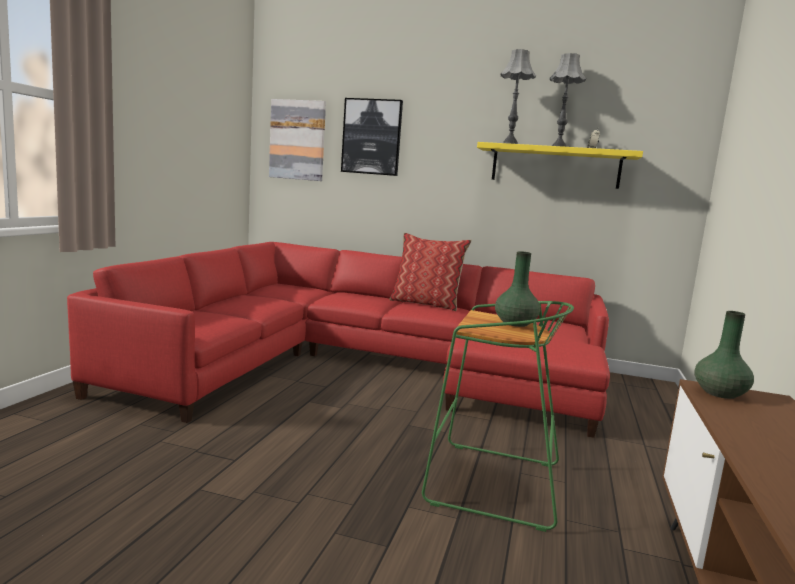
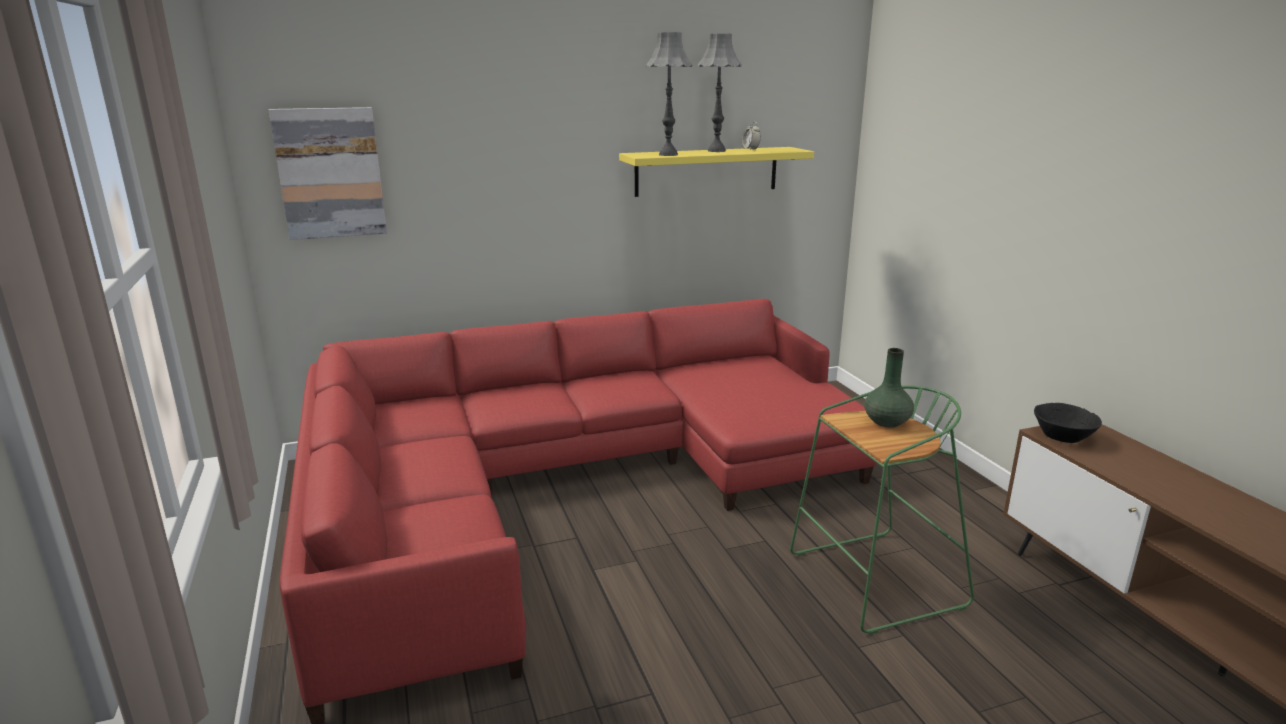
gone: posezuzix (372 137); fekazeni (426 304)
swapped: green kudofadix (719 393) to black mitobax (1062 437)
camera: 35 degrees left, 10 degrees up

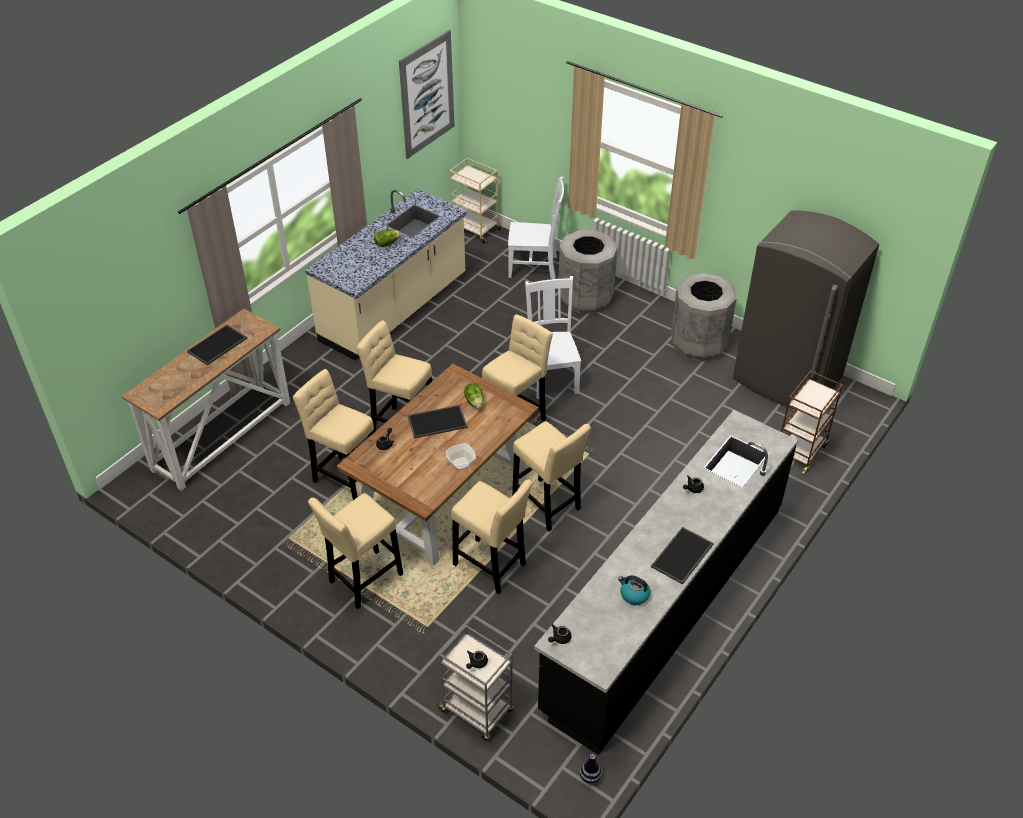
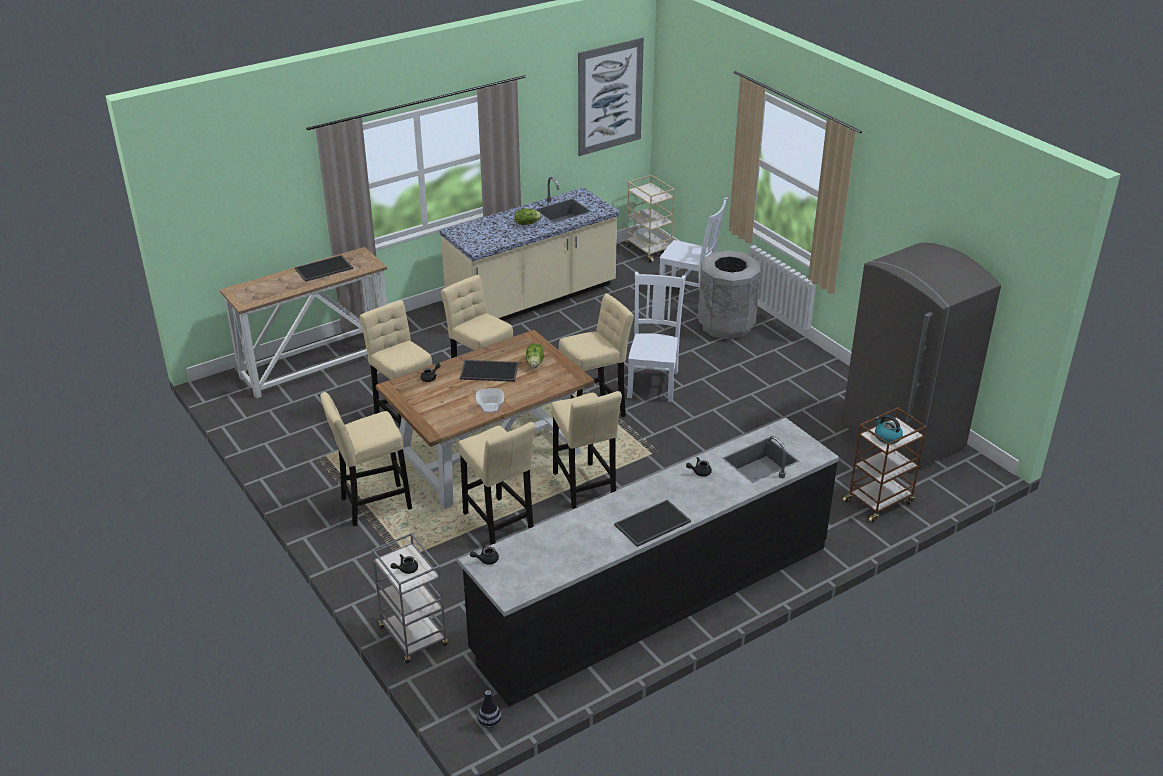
gone: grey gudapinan (698 344)
shifted: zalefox (634 595) to (887 437)
camera: 20 degrees right, 10 degrees down

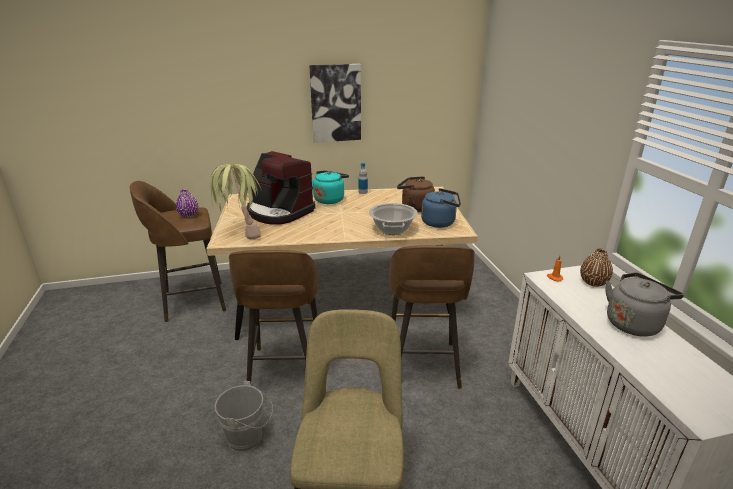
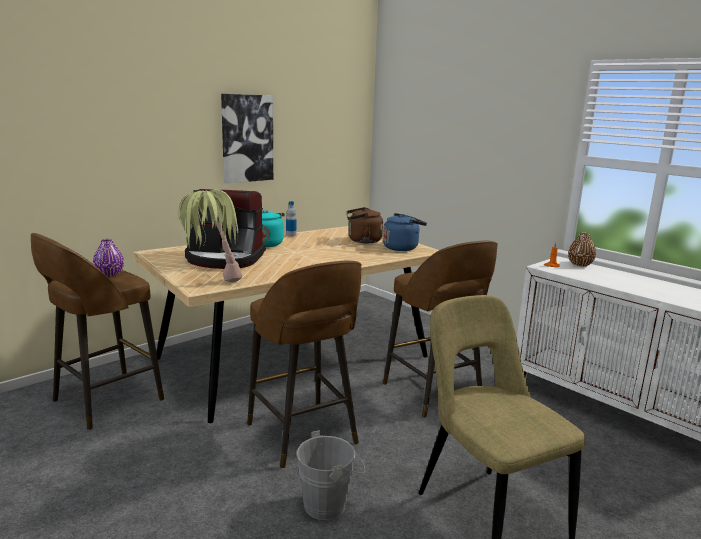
gone: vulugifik (392 229); grey zalefox (634 323)
camera: 30 degrees left, 10 degrees down

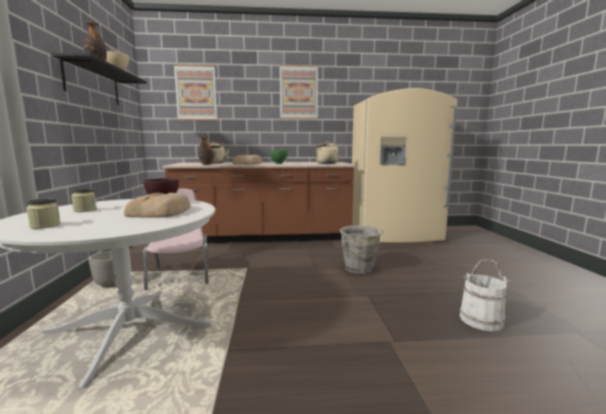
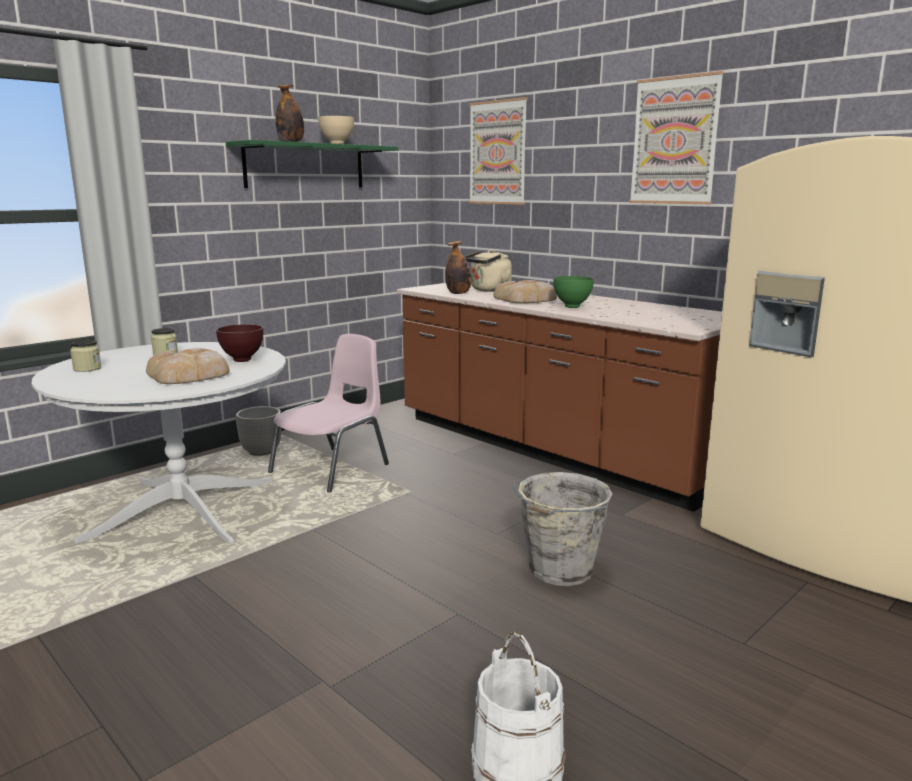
gone: beige zalefox (325 163)
repainted: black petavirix (93 84) to green petavirix (305 166)
camera: 50 degrees right, 5 degrees up

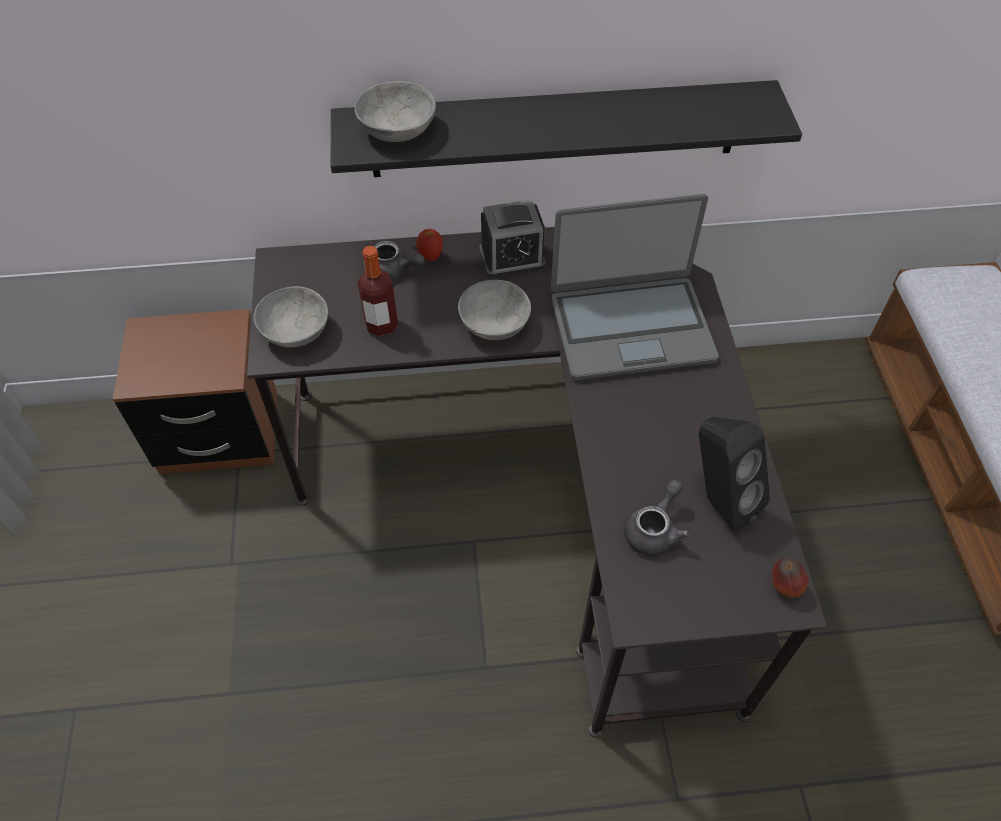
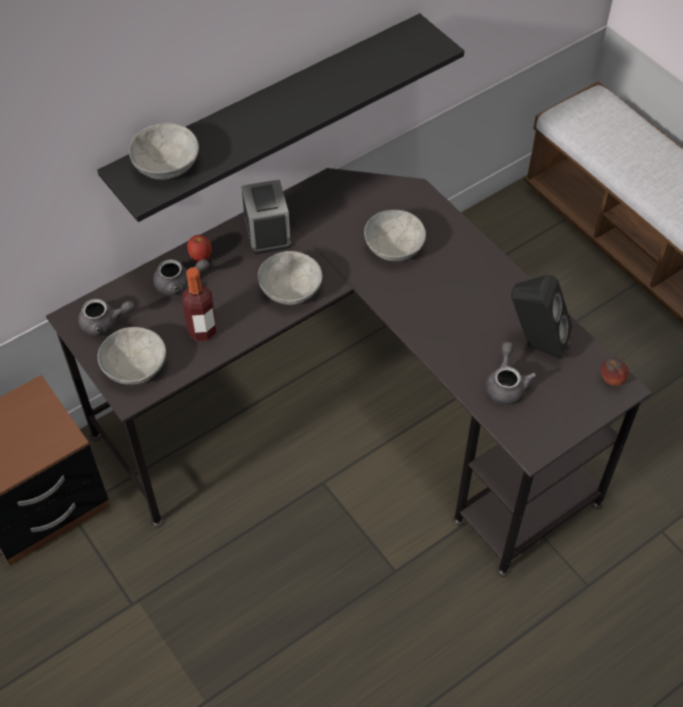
new: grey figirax (105 323)
swapped: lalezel (630 327) to grey mitobax (394 246)
rotated: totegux (512 258) = (267 231) 60 degrees counterclockwise
camera: 30 degrees left, 0 degrees up

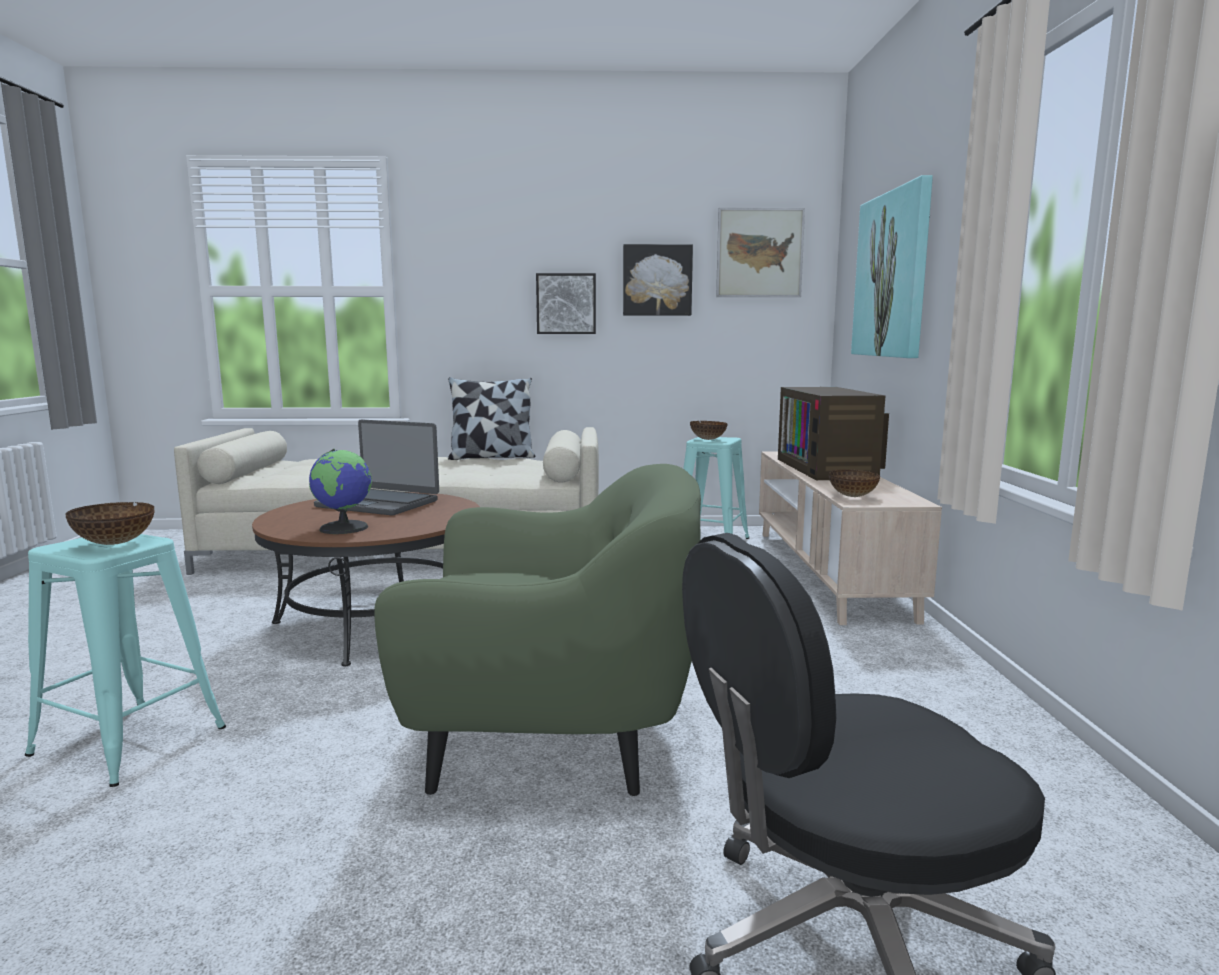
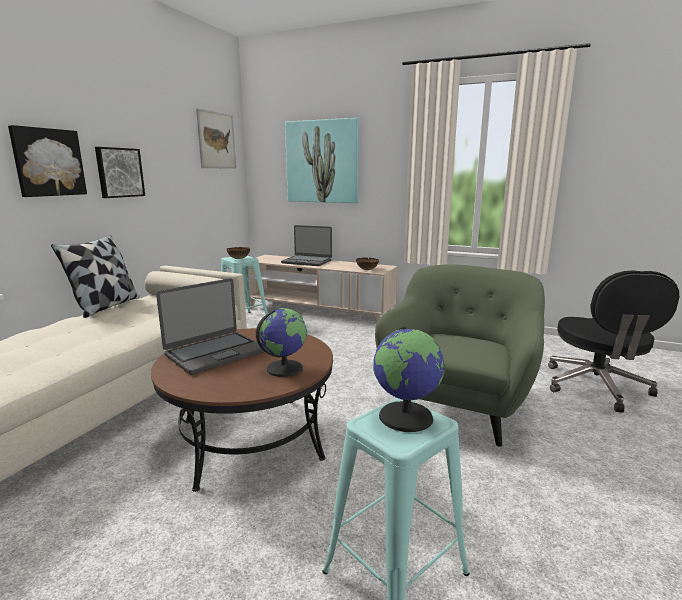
shifted: posezuzix (657 280) to (48 162)
swapped: mitobax (115 543) to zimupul (406 416); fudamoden (829 468) to lalezel (307 261)
camera: 65 degrees left, 5 degrees up

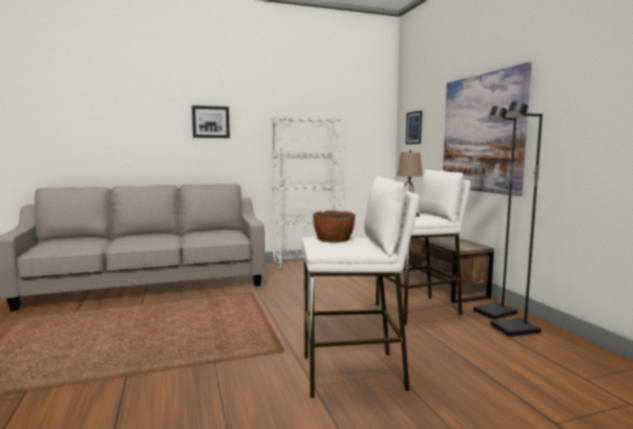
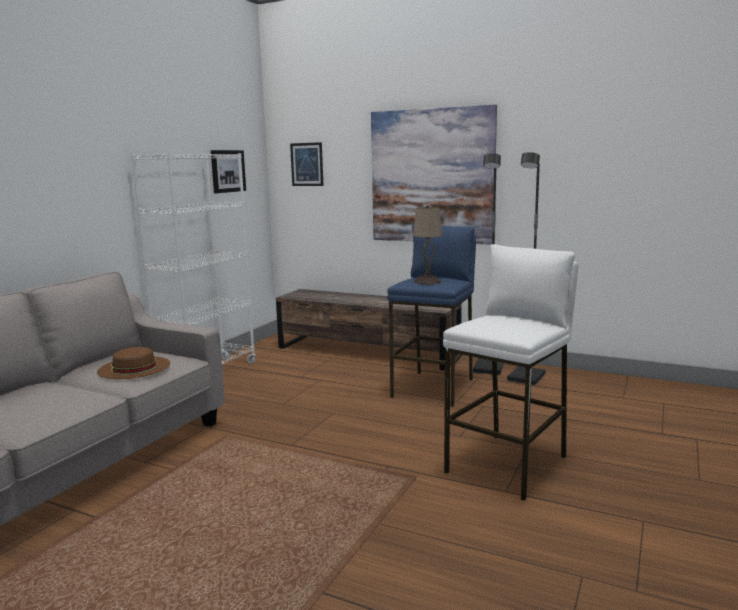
gone: brown mitobax (334 239)
new: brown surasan (134 367)
shifted: posezuzix (210 122) to (227 171)
repainted: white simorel (418 310) to blue simorel (434 388)
camera: 45 degrees left, 5 degrees up

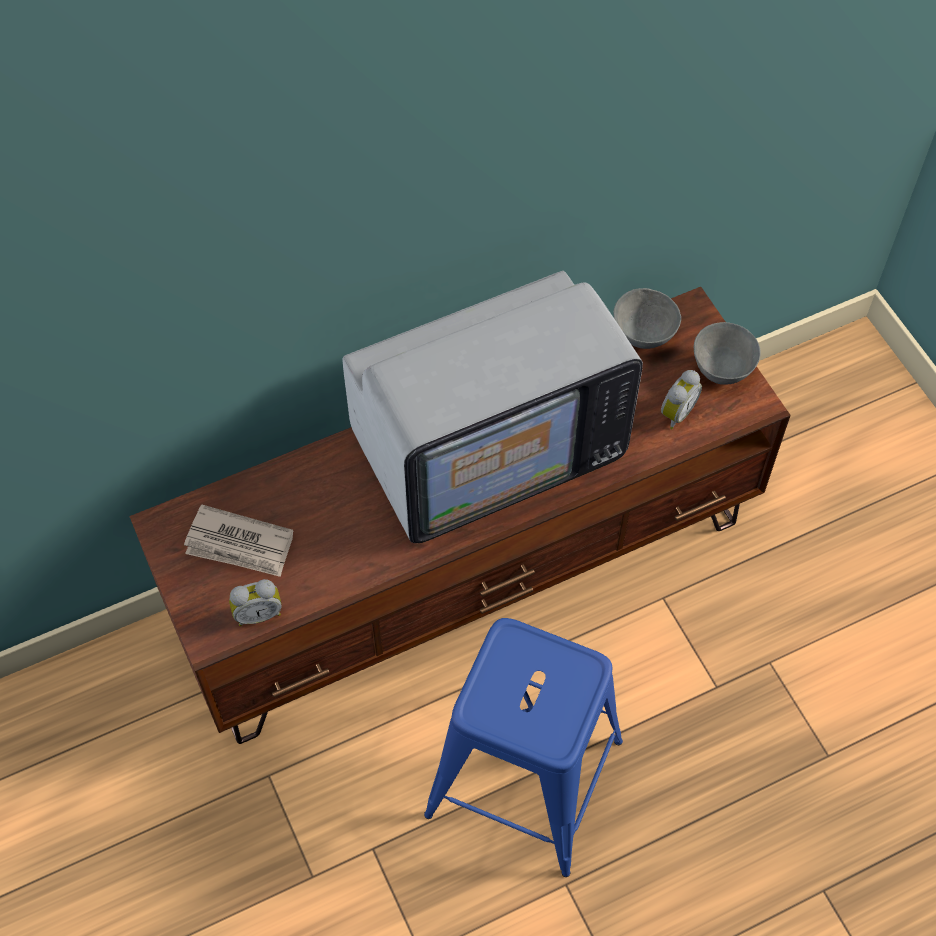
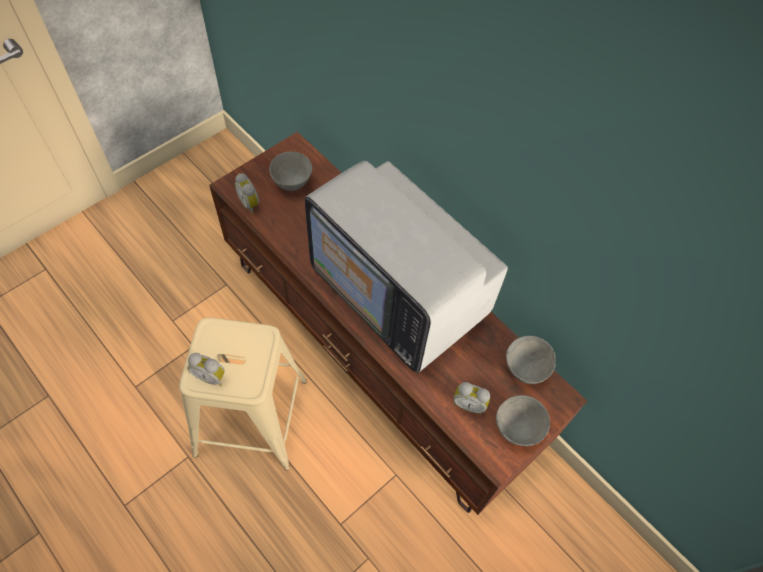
new: totegux (211 376)
swapped: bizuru (240 545) to grey mitobax (292 184)
repainted: blue simorel (525 779) to beige simorel (250 417)
camera: 70 degrees right, 0 degrees up

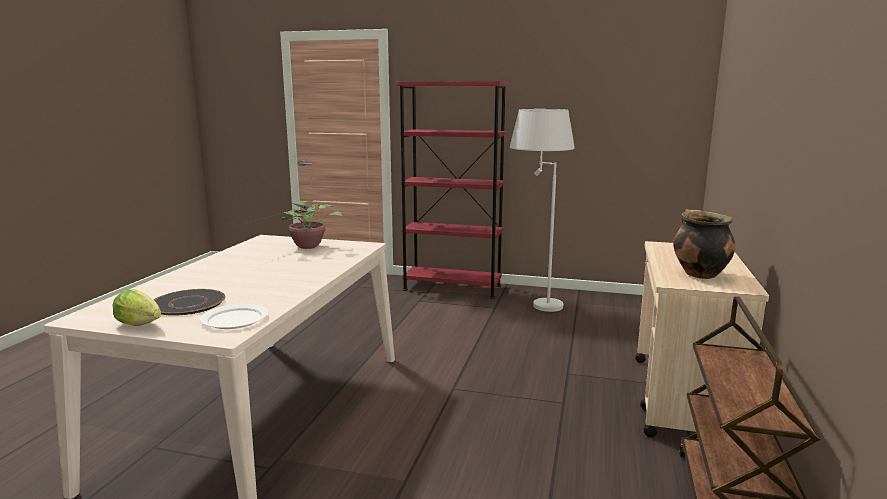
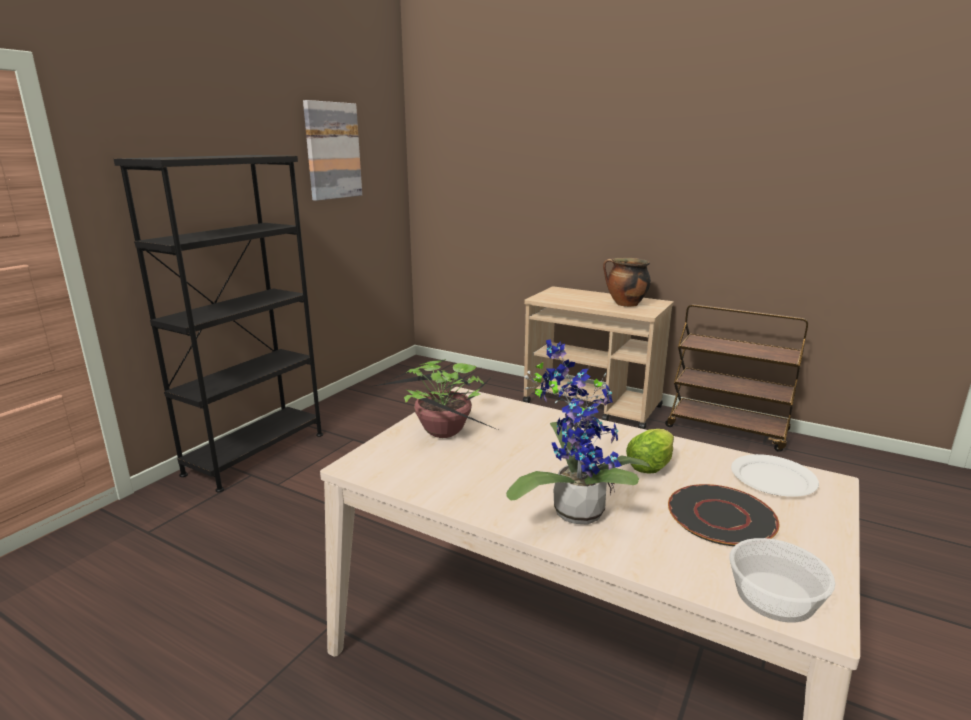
gone: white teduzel (535 302)
new: posezuzix (332 151); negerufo (573 509); mitobax (775 596)
shifted: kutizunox (141 325) to (652 465)
repainted: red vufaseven (452 288) to black vufaseven (256 453)
camera: 75 degrees left, 5 degrees up

